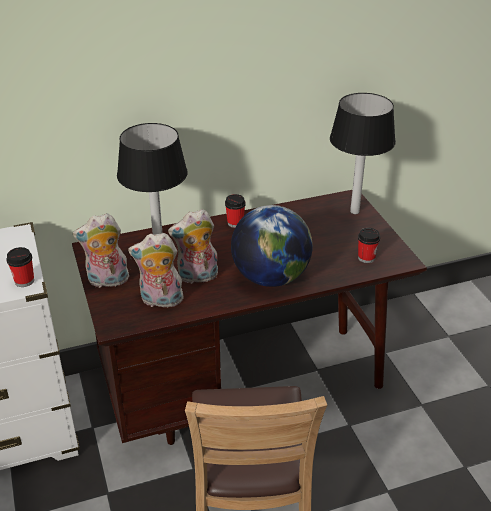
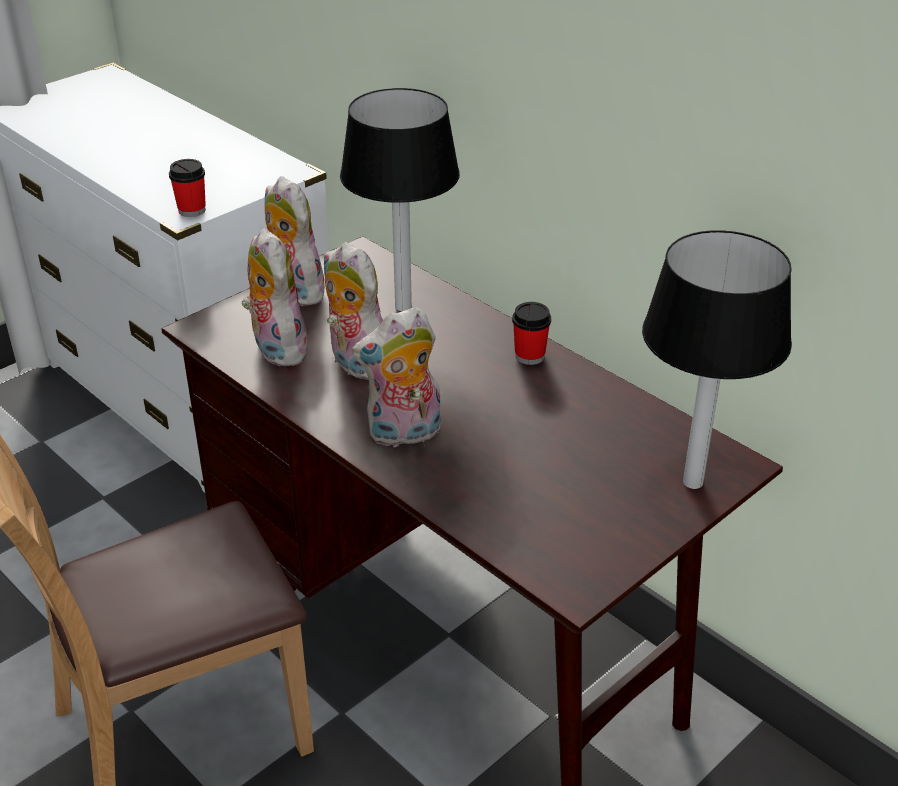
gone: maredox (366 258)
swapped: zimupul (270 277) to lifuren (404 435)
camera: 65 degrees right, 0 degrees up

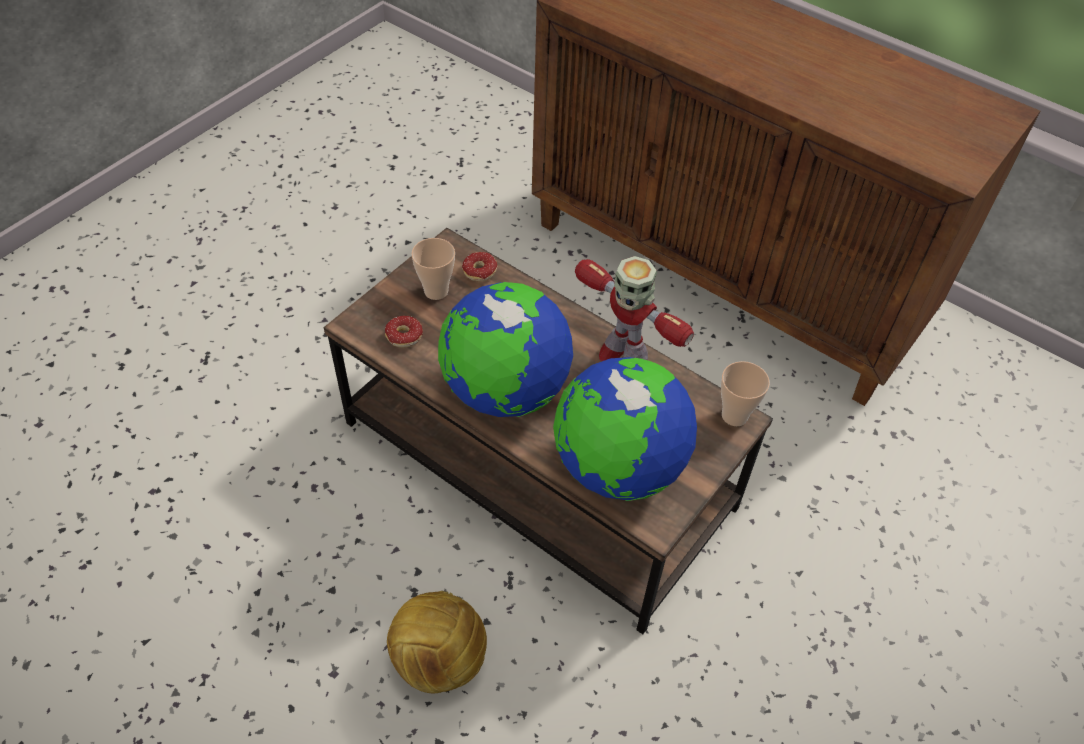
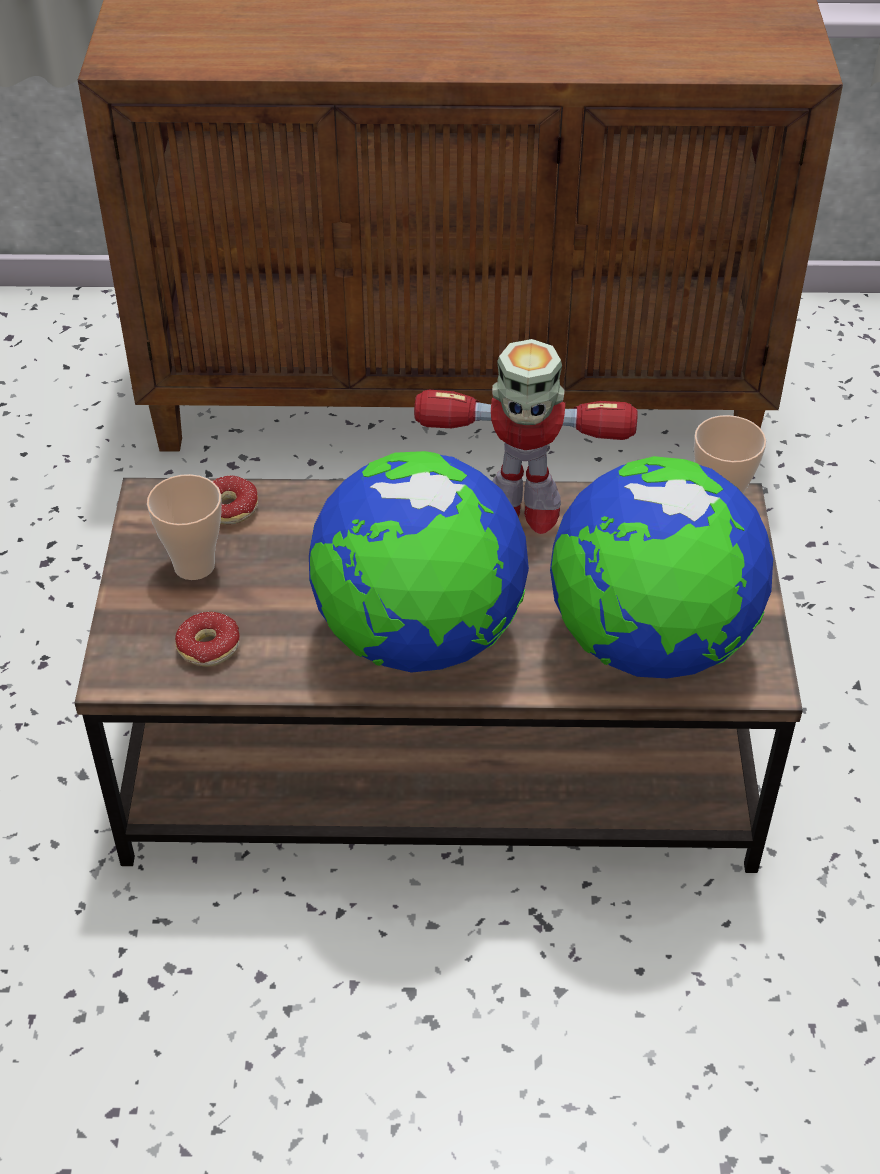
gone: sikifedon (438 660)
camera: 35 degrees left, 5 degrees down

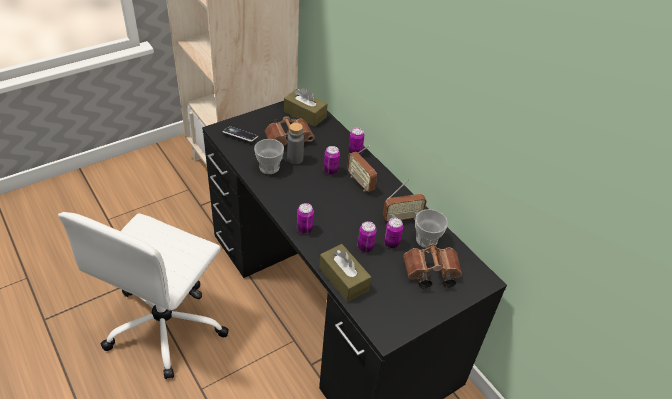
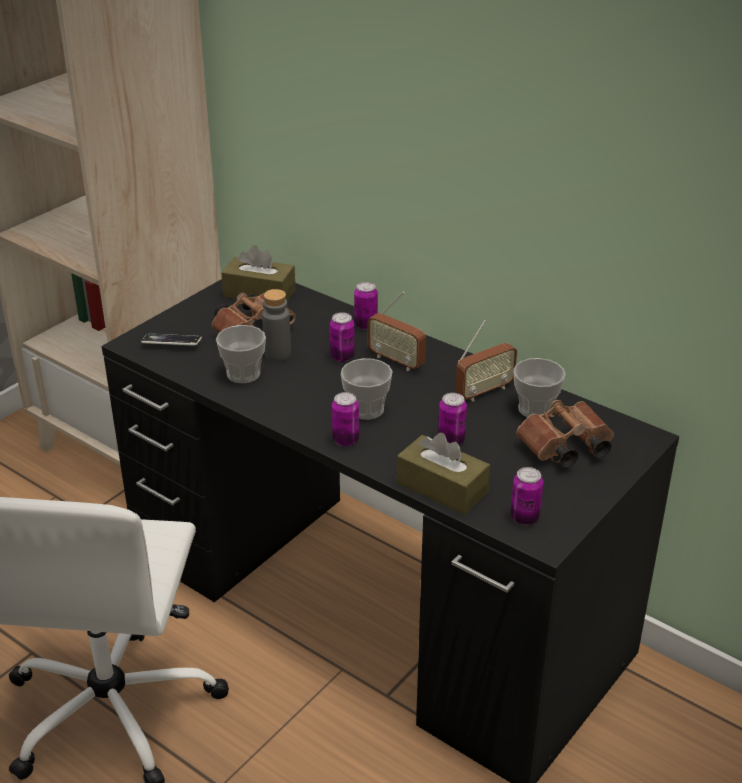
new: maredox (366 409)
shifted: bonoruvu (391 243) to (524 517)
camera: 15 degrees left, 10 degrees down

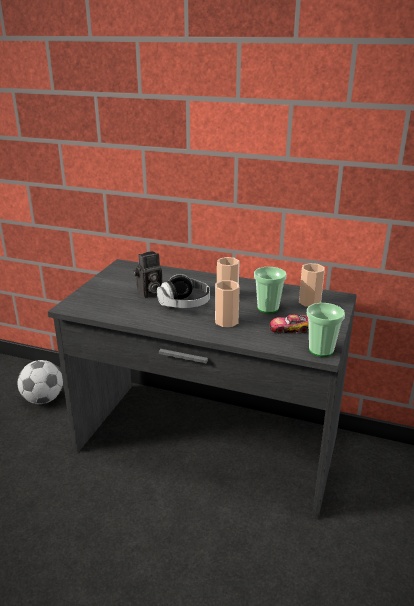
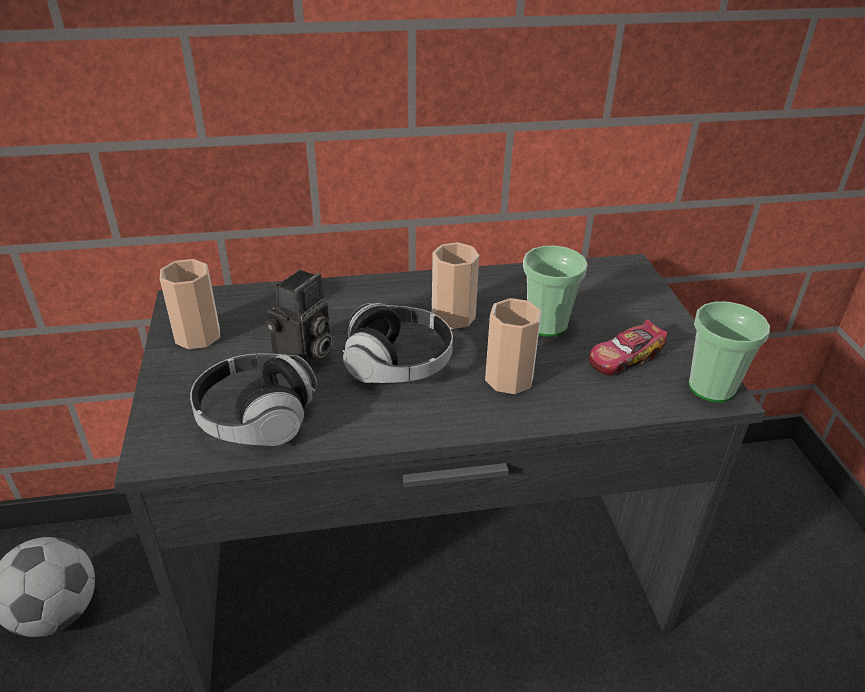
new: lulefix (256 418)
shifted: maredox (309 302) to (198 336)
camera: 30 degrees left, 10 degrees up

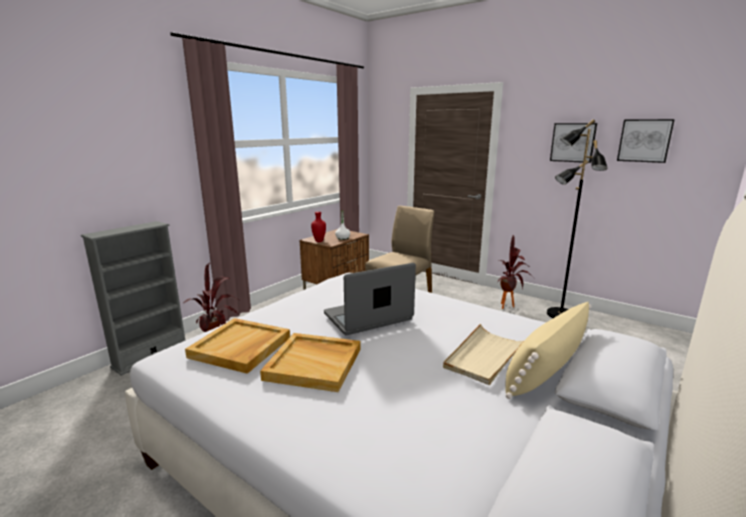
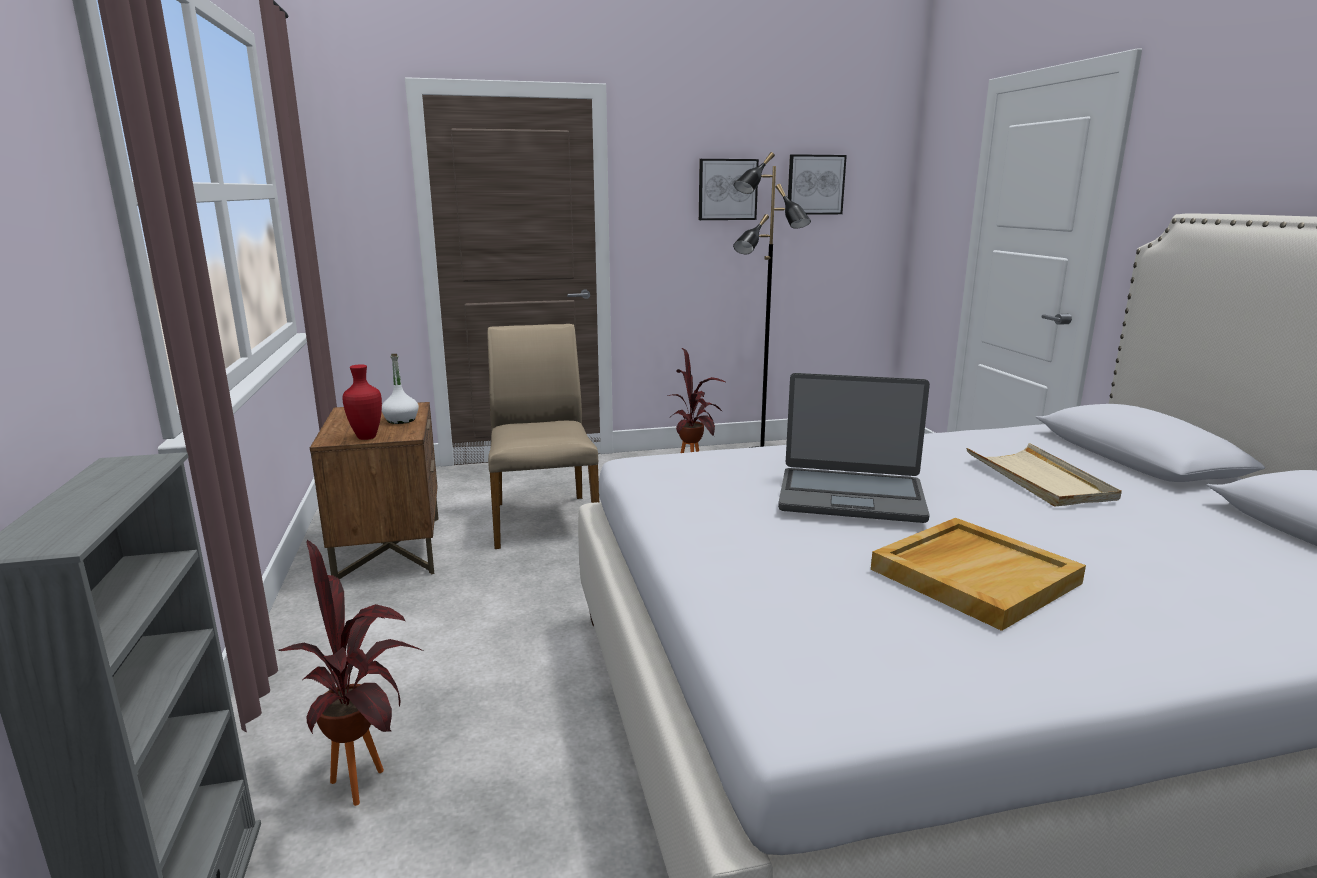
gone: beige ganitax (240 348); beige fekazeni (544 370)
rotated: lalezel (368 317) = (851 496) 90 degrees counterclockwise
camera: 50 degrees left, 0 degrees up

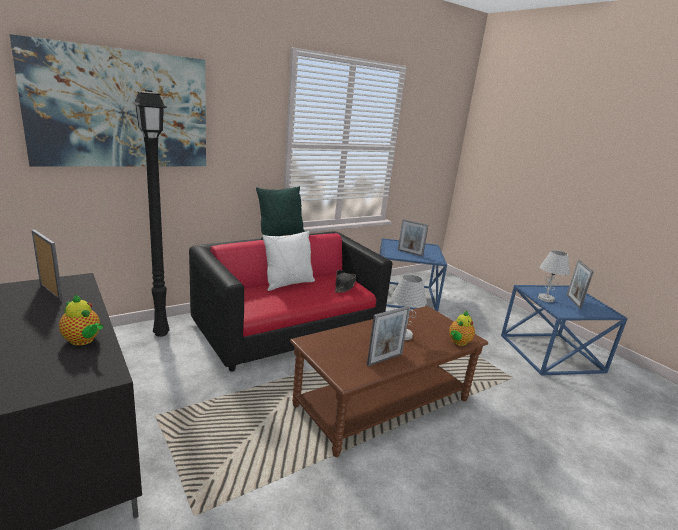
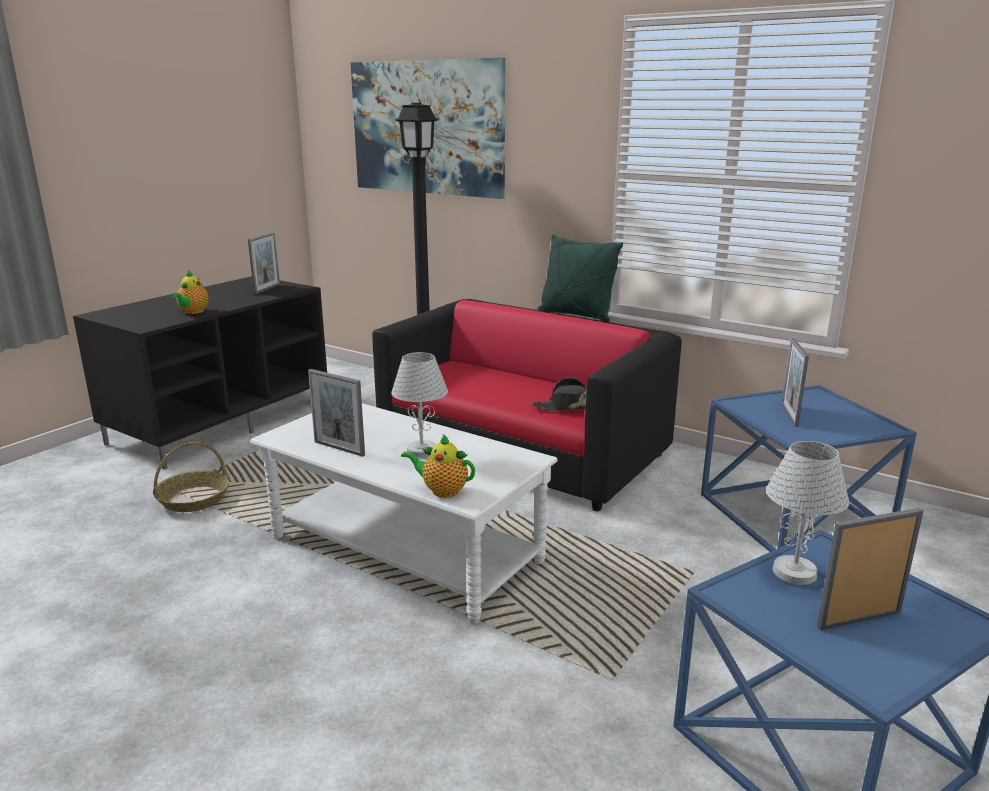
gone: white fekazeni (288 284)
new: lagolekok (193 499)
repainted: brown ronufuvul (383 402) to white ronufuvul (405 549)
camera: 70 degrees right, 0 degrees up

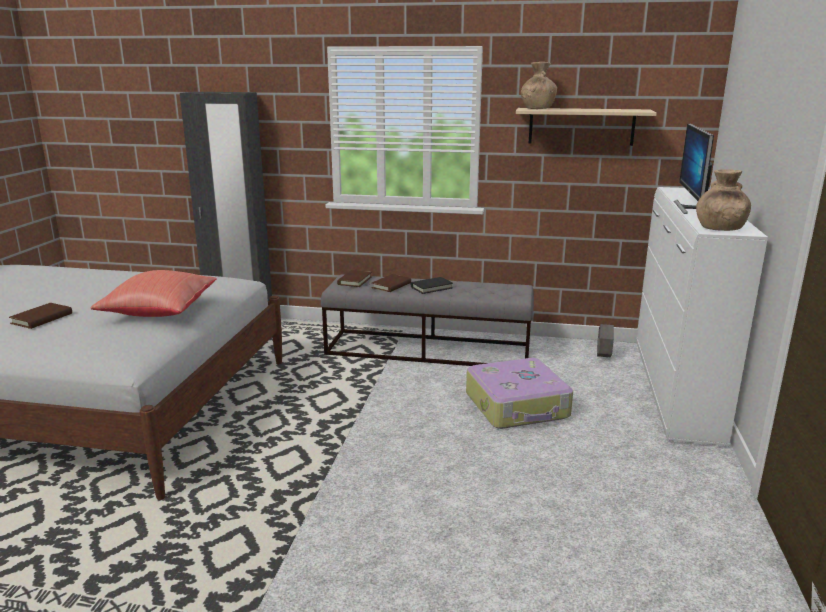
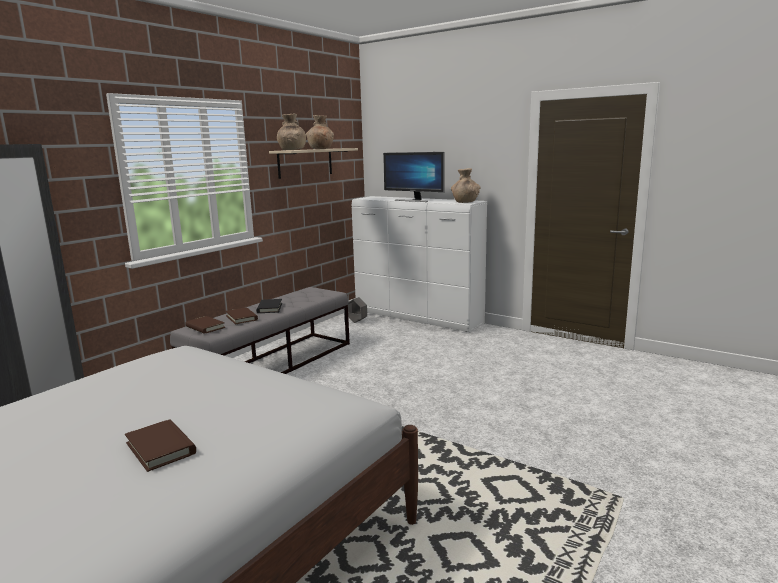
gone: red fekazeni (159 312); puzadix (518 406)
new: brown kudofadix (321 148)
camera: 65 degrees left, 5 degrees down

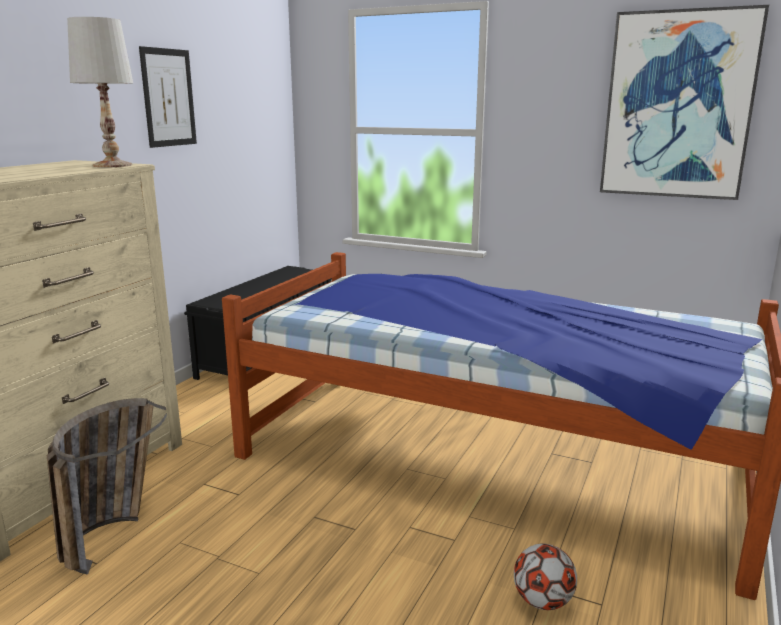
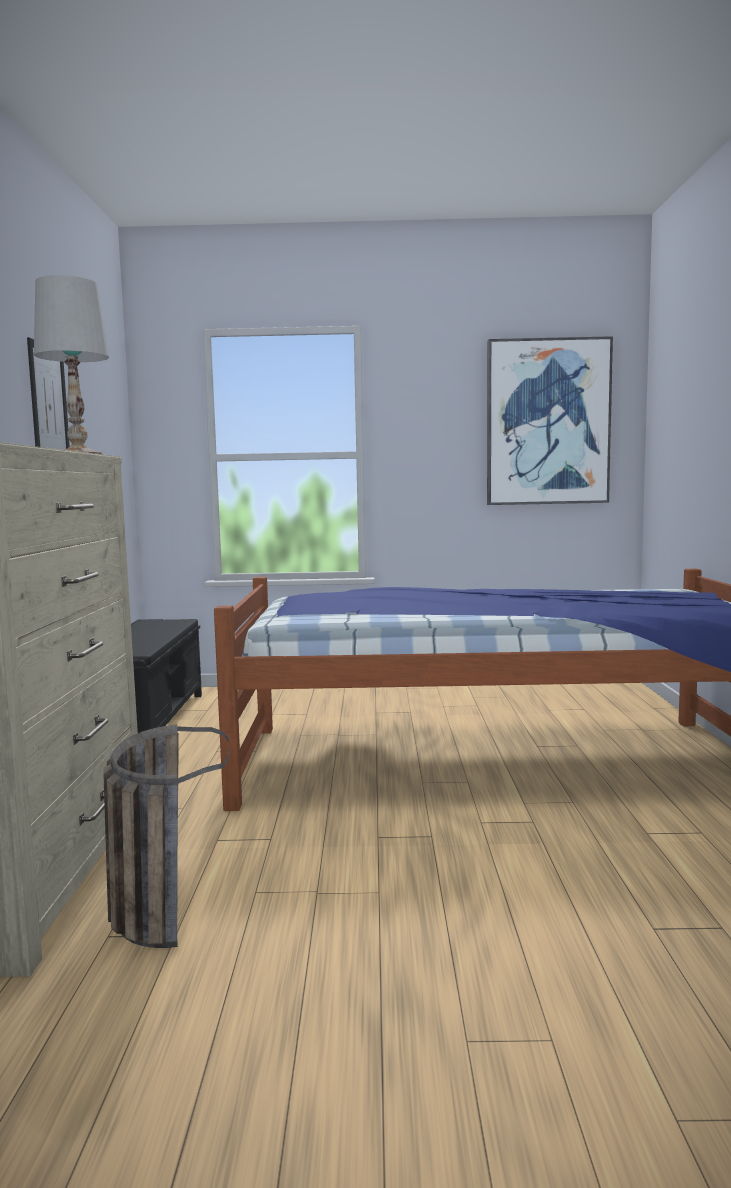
gone: sikifedon (542 601)
camera: 25 degrees left, 10 degrees down

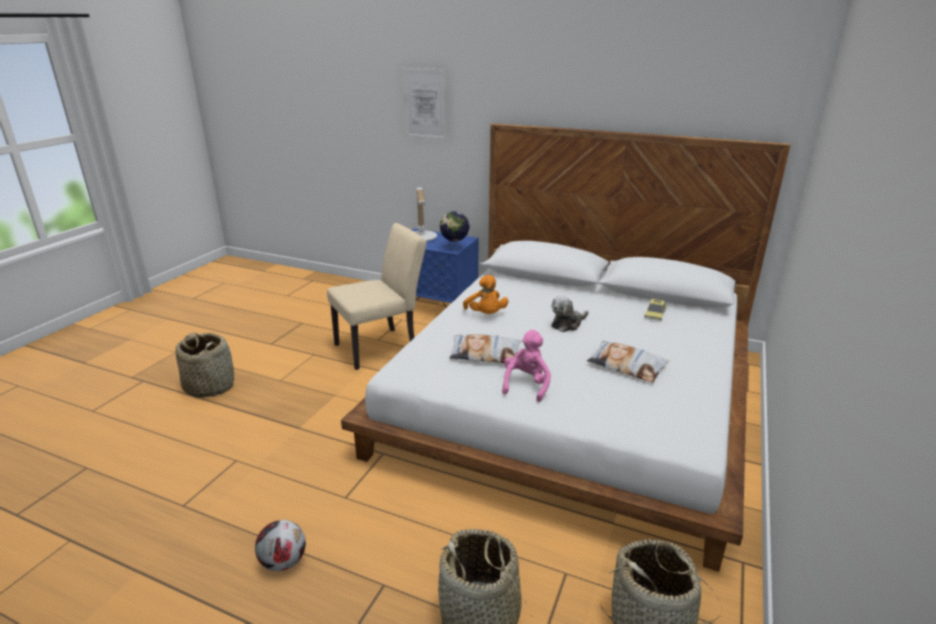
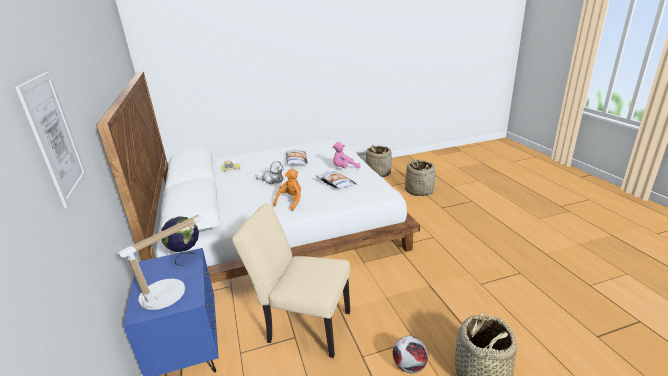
shifted: sikifedon (283 561) to (409 366)
camera: 130 degrees left, 0 degrees up

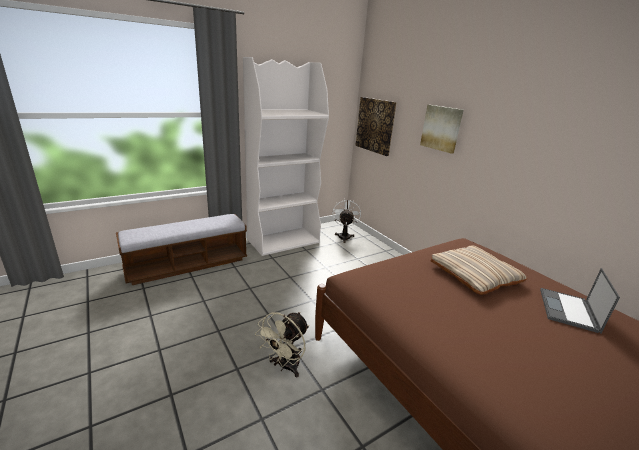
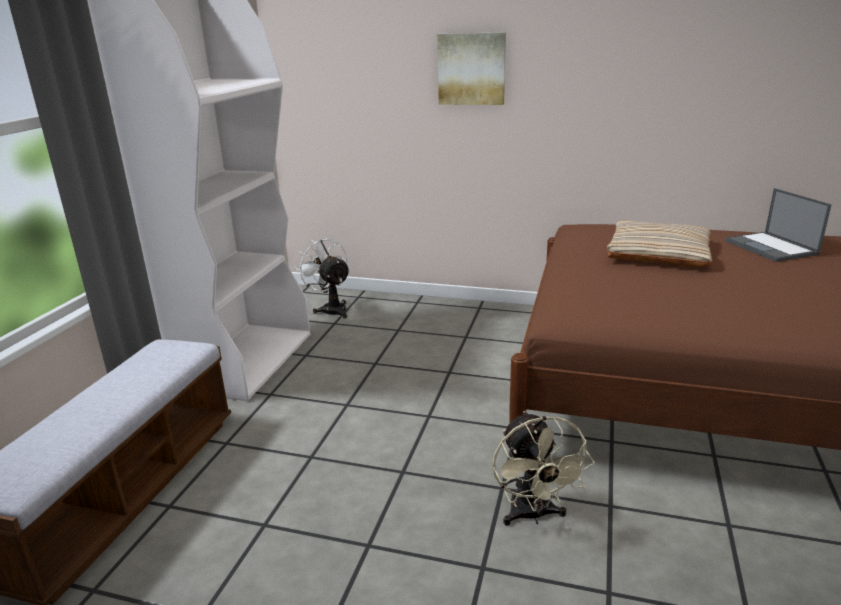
gone: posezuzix (375 125)
camera: 40 degrees left, 0 degrees up

